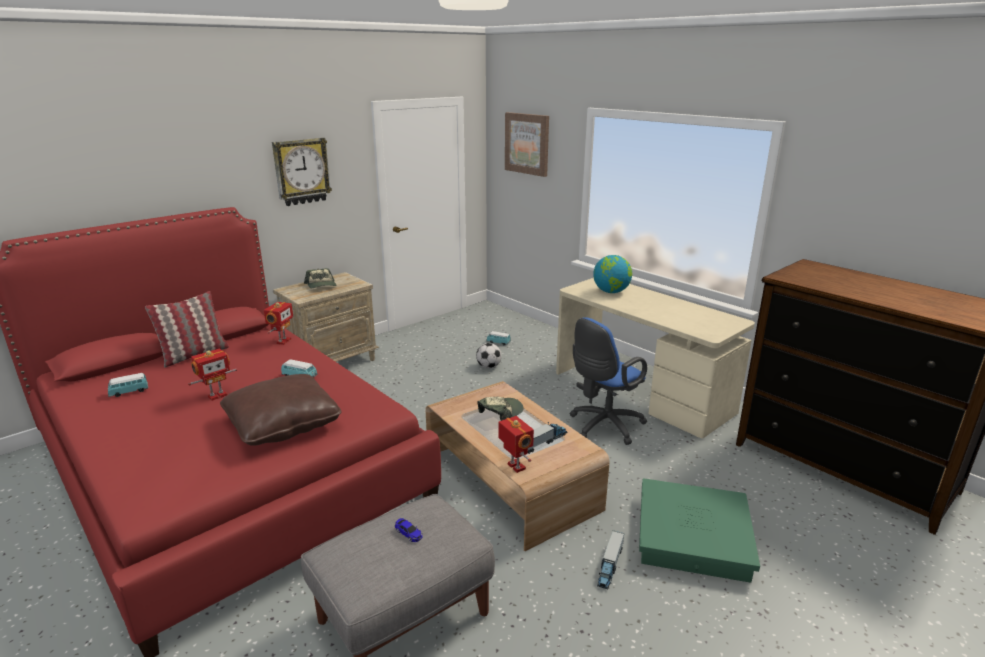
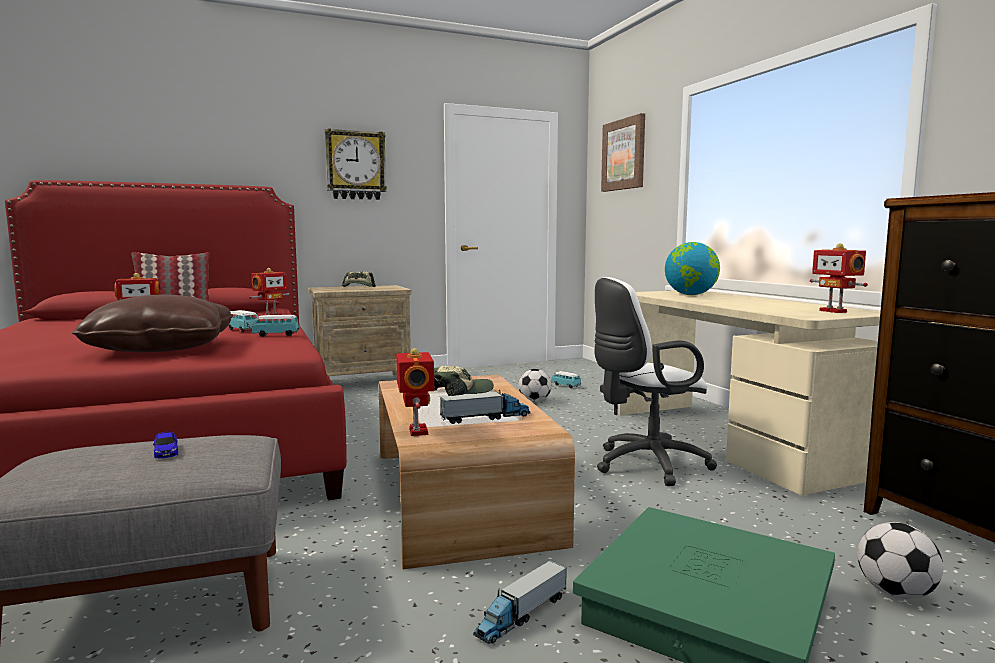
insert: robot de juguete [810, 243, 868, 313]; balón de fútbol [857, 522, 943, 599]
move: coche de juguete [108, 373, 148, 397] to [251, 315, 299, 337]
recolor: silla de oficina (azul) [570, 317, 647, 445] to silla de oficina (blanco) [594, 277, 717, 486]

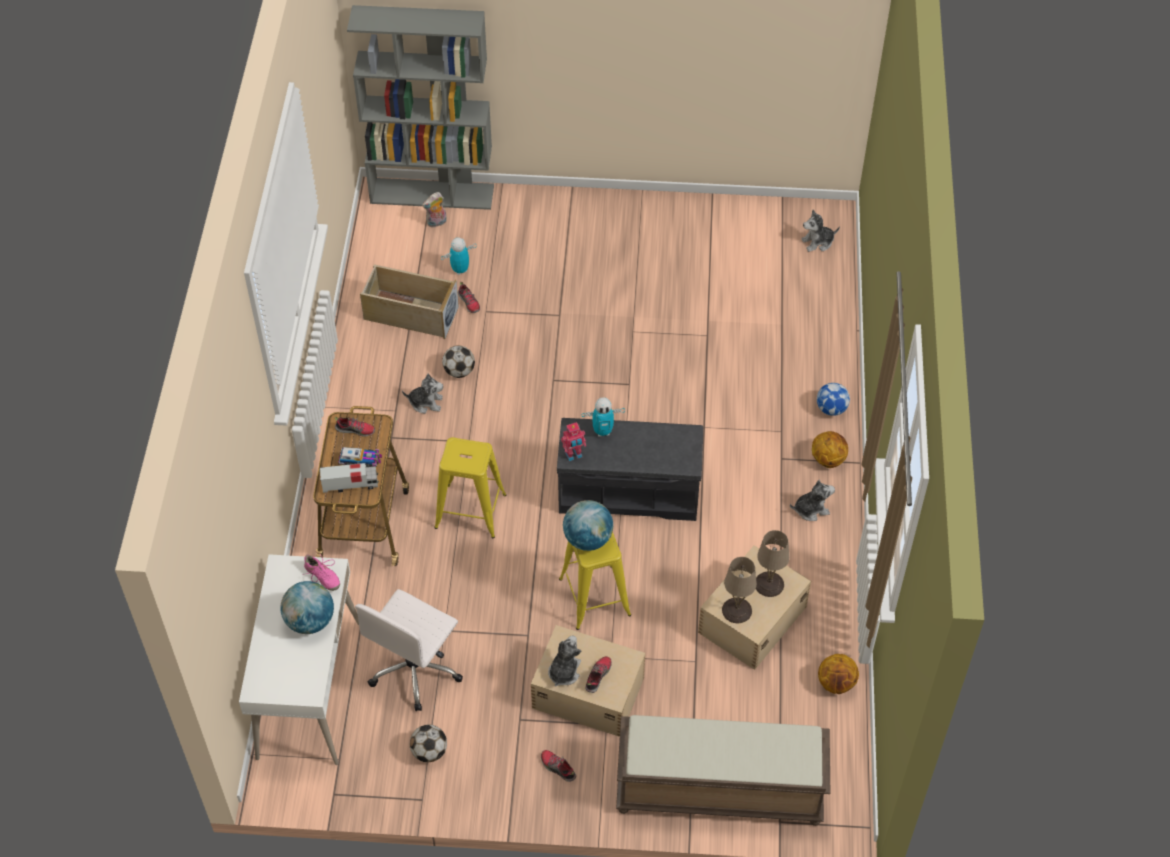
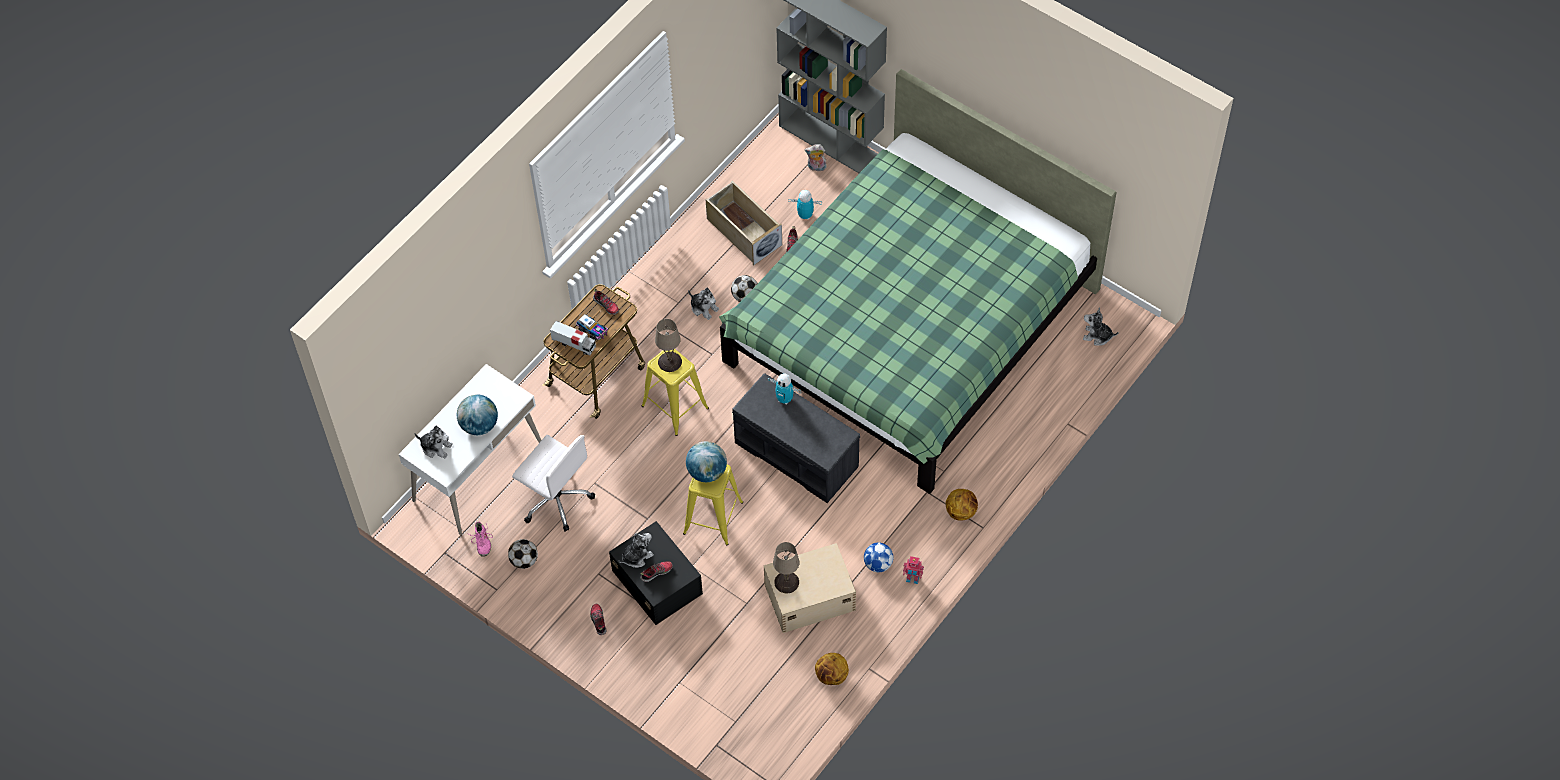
delete: banco (marrón) [616, 715, 831, 826]
insert: cama (verde) [719, 69, 1117, 494]
move: zapato (rosa) [303, 551, 340, 591] to [471, 521, 493, 557]; robot de juguete [561, 422, 586, 461] to [903, 556, 924, 584]; lámpara de mesa (beis) [756, 530, 789, 597] to [655, 319, 682, 372]; peluche [790, 480, 835, 521] to [415, 426, 453, 458]; balón de fútbol [817, 383, 850, 416] to [864, 543, 893, 572]
recolor: caja de almacenaje (beis) [531, 625, 645, 737] to caja de almacenaje (negro) [609, 521, 703, 625]
rotate: silla de oficina (blanco) [355, 589, 463, 711] = [512, 435, 595, 531] 120 degrees counterclockwise

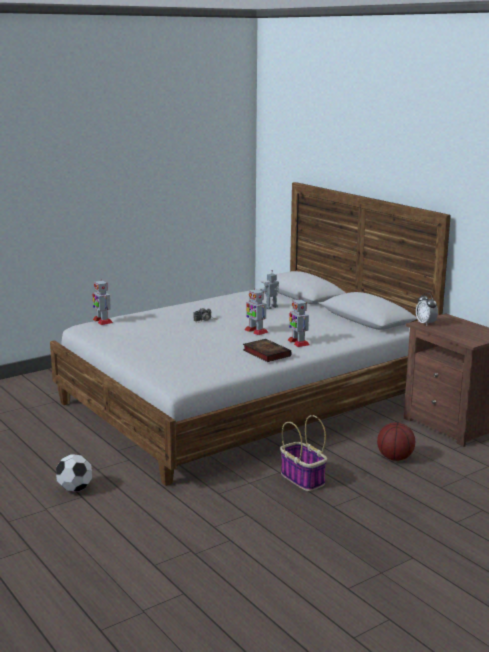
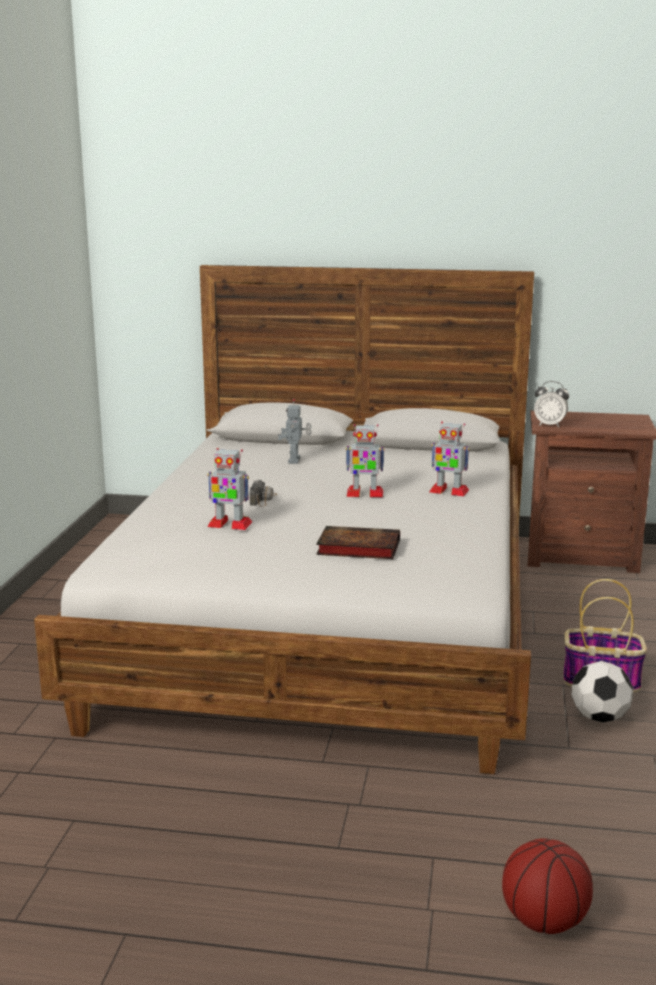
move: balón de fútbol [56, 455, 92, 492] to [571, 661, 633, 723]; robot de juguete [92, 279, 113, 325] to [207, 448, 252, 530]; libro [243, 339, 292, 362] to [316, 526, 400, 559]; balón de baloncesto [377, 422, 415, 461] to [502, 838, 593, 934]

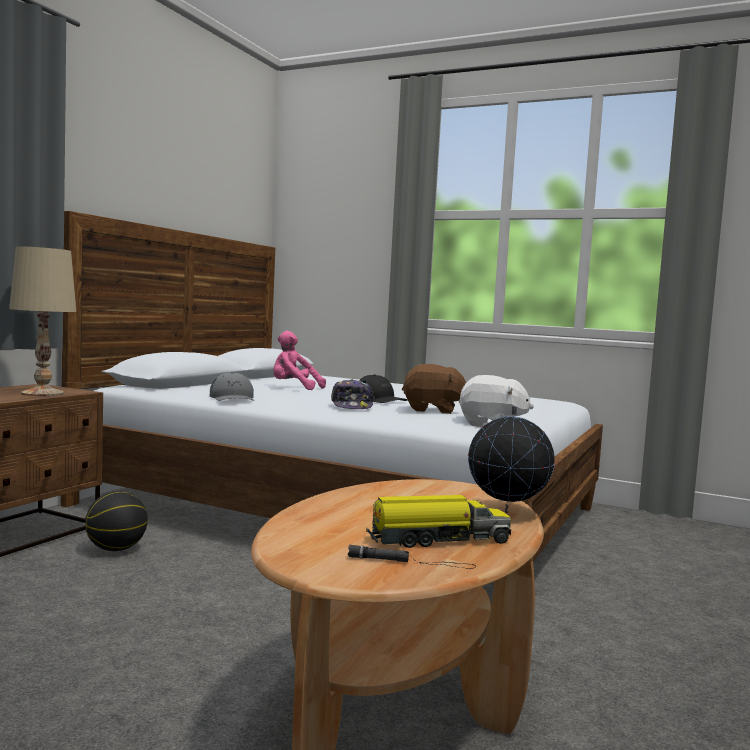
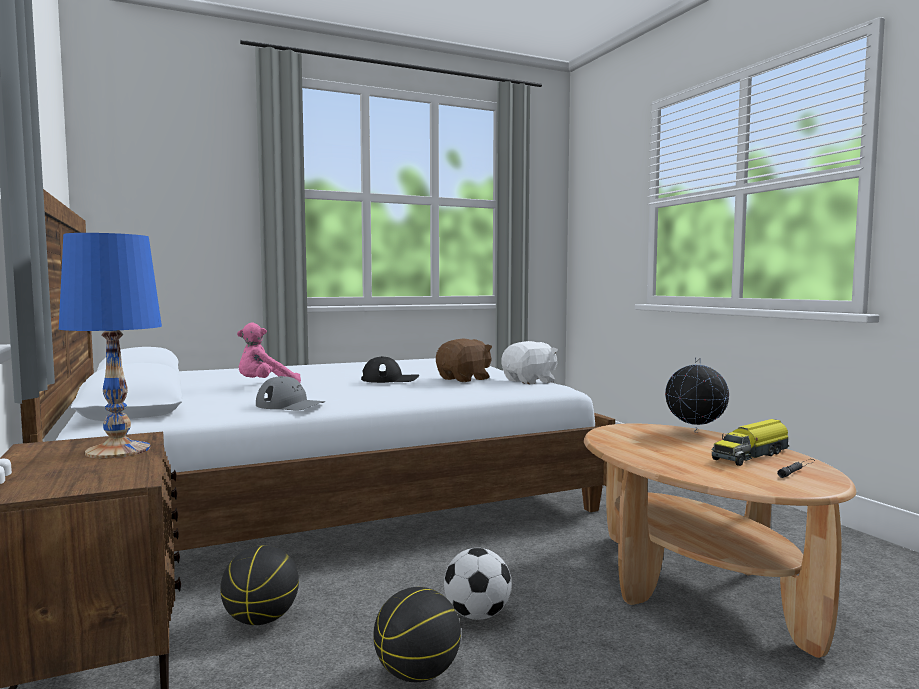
delete: gorra [331, 379, 375, 409]
insert: balón de baloncesto [373, 587, 461, 682]; balón de fútbol [444, 548, 512, 620]
recolor: lámpara de mesa (beis) [9, 246, 76, 396] to lámpara de mesa (azul) [59, 233, 162, 458]
rotate: camión de juguete [366, 495, 511, 548] = [712, 419, 789, 466] 150 degrees counterclockwise

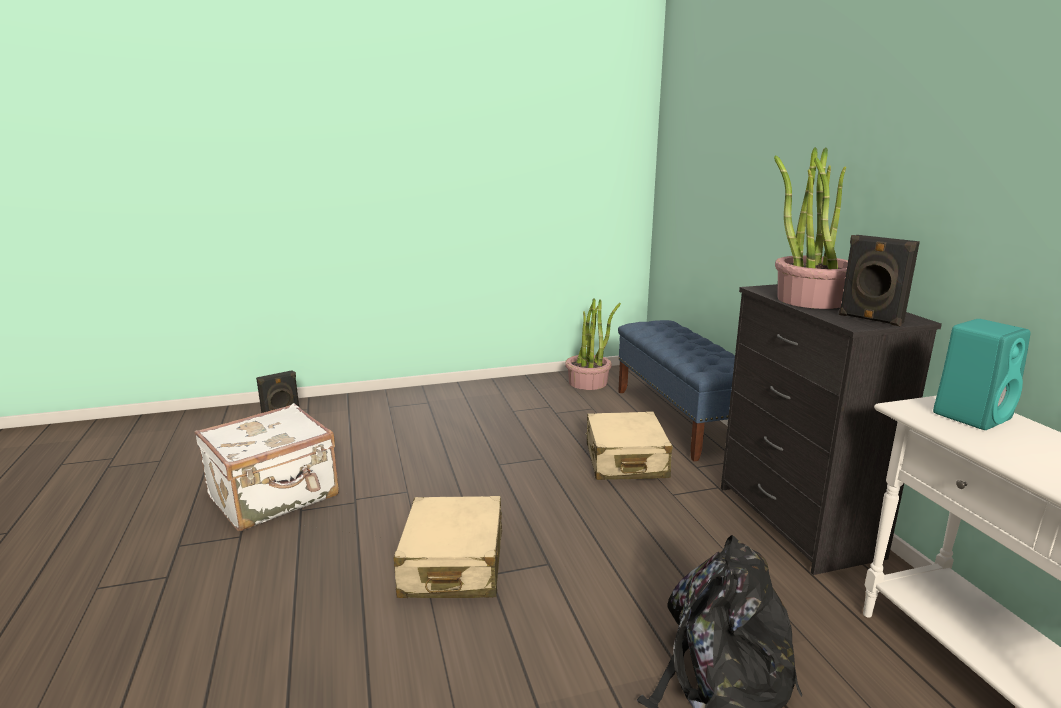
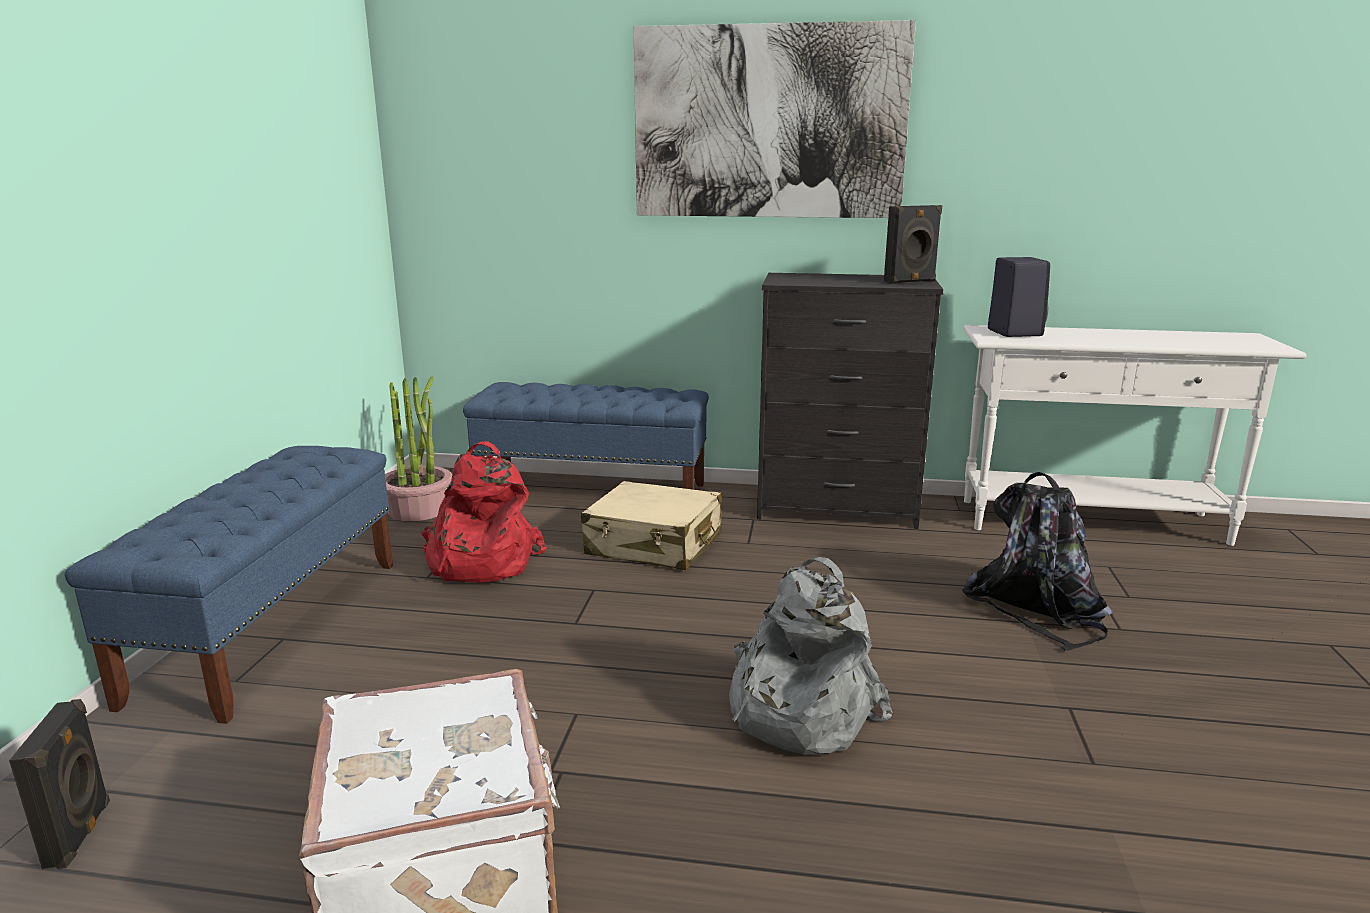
delete: planta en maceta [774, 147, 848, 309]
insert: banco (azul) [65, 446, 393, 724]; mochila (rojo) [420, 441, 547, 582]; cuadro [633, 20, 916, 218]
replace: maleta (beis) [393, 496, 502, 598] to mochila (gris) [729, 557, 892, 754]
recolor: altavoz (turquesa) [933, 319, 1030, 430] to altavoz (negro) [988, 257, 1050, 337]

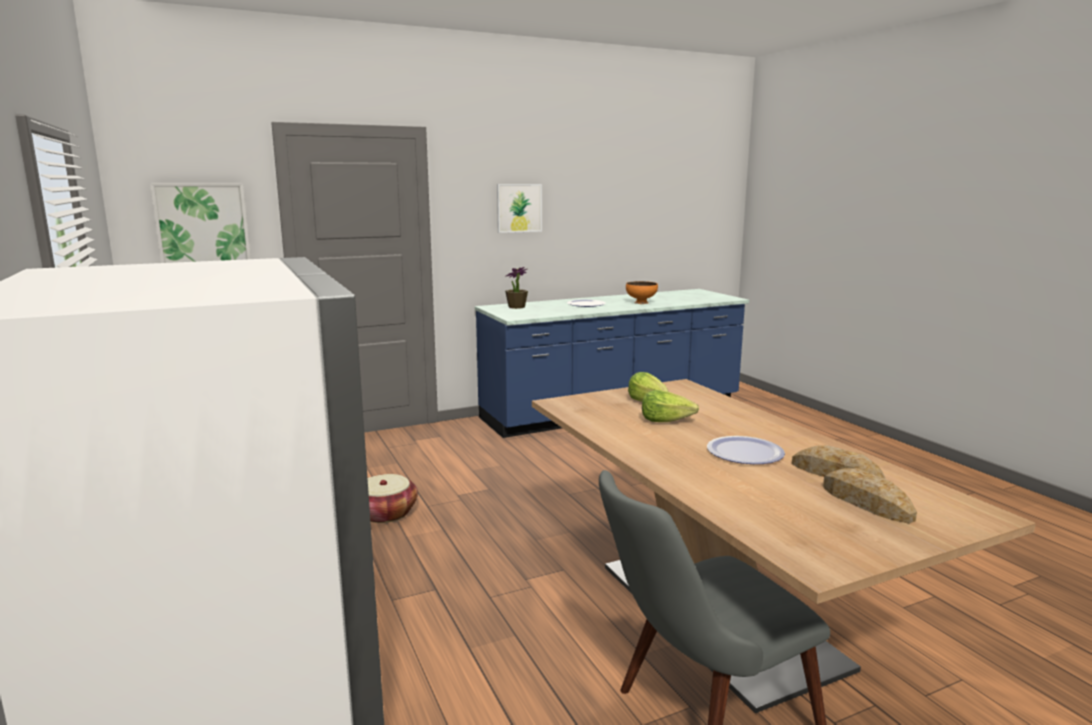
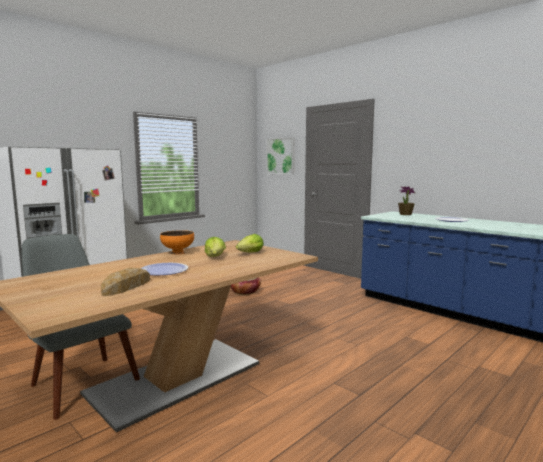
delete: cuadro [497, 184, 542, 233]; pan [823, 468, 917, 524]
move: cuenco (naranja) [626, 281, 658, 304] to [160, 230, 194, 255]

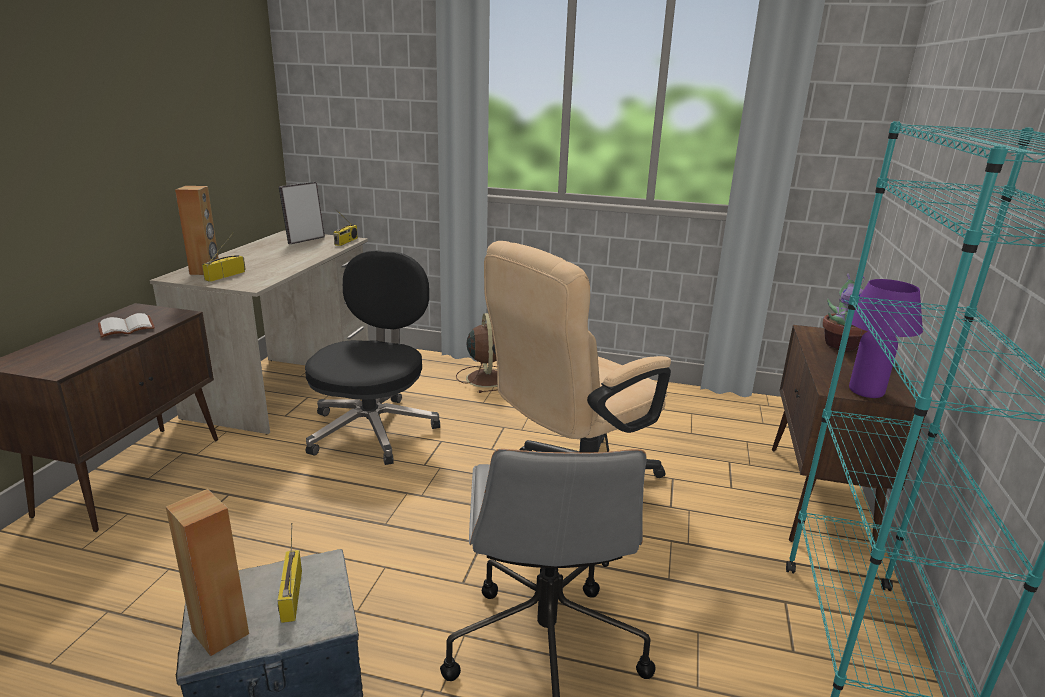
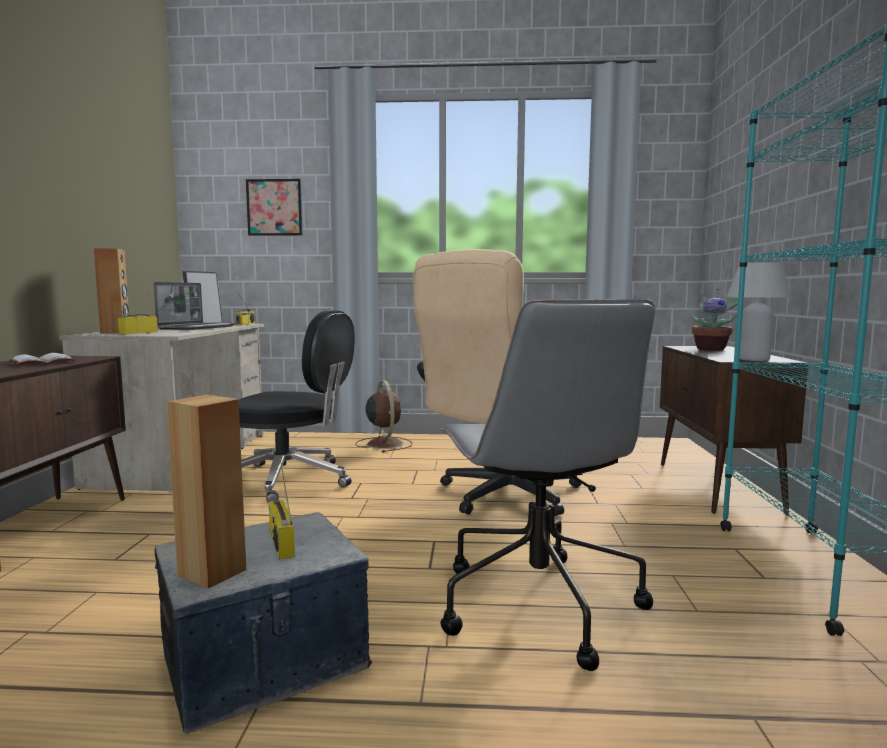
insert: portátil [153, 282, 236, 330]; cuadro [246, 179, 302, 236]
recolor: lámpara de mesa (morado) [849, 279, 923, 398] to lámpara de mesa (blanco) [727, 262, 792, 361]
rotate: silla de oficina (negro) [305, 250, 440, 465] = [239, 310, 355, 503] 105 degrees clockwise

